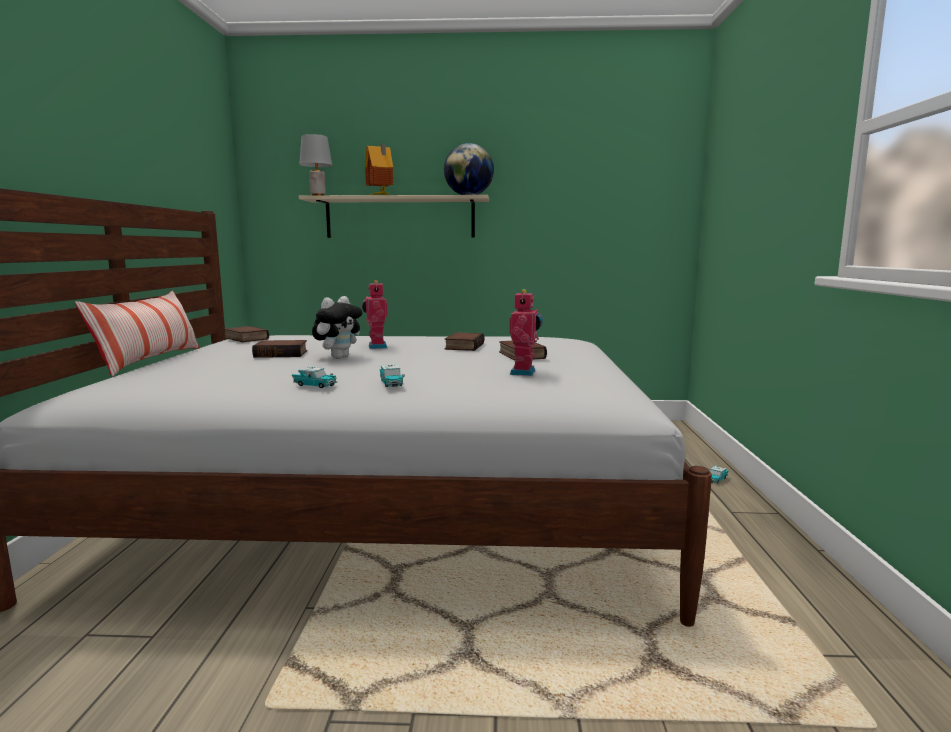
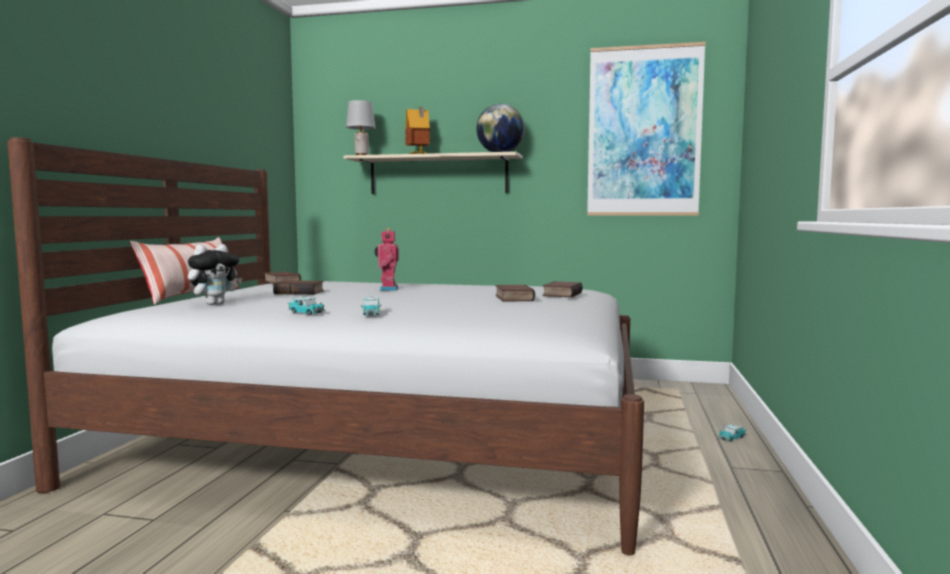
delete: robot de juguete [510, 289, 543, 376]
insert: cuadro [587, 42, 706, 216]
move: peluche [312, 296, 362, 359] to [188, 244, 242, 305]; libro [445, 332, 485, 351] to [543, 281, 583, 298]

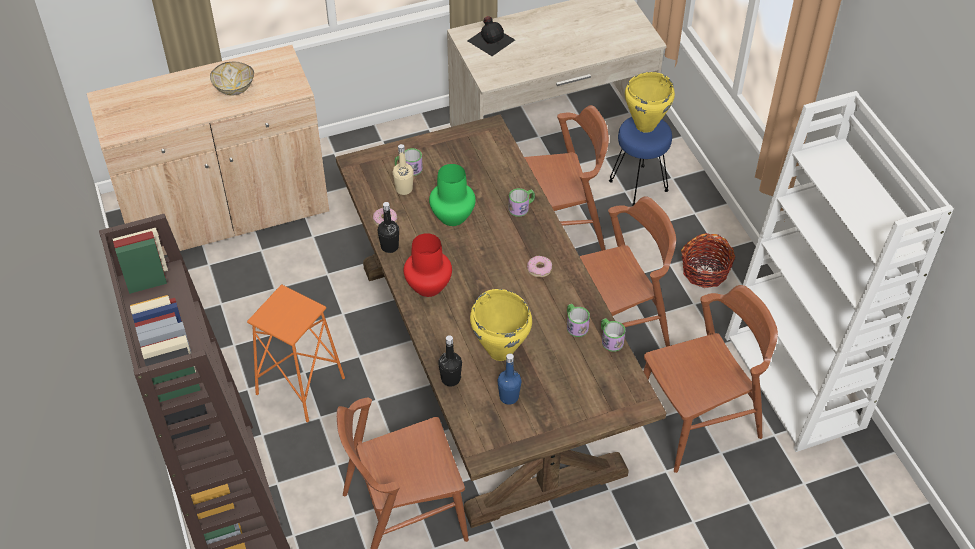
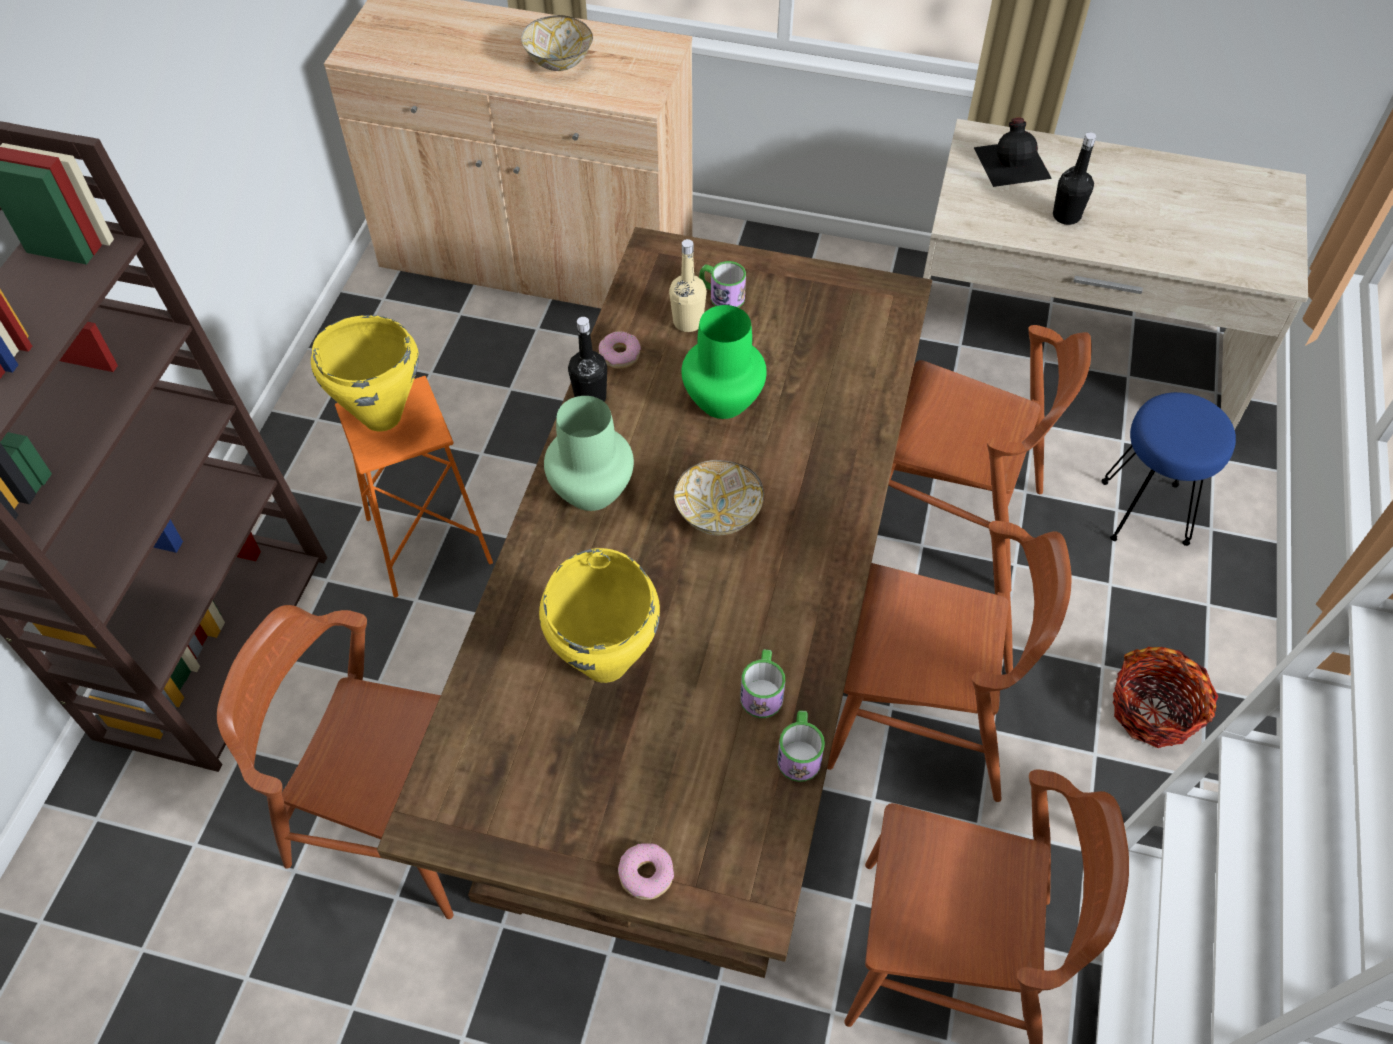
delete: botella (azul) [497, 353, 521, 405]; taza grande [509, 188, 535, 217]
insert: cuenco [674, 460, 764, 535]
move: botella (negro) [438, 335, 462, 386] to [1053, 132, 1096, 225]; rosquilla [527, 256, 552, 278] to [618, 843, 674, 900]; olla (amarillo) [625, 72, 675, 133] to [311, 315, 419, 431]
recolor: florero (rojo) [404, 233, 452, 297] to florero (verde) [544, 396, 634, 511]

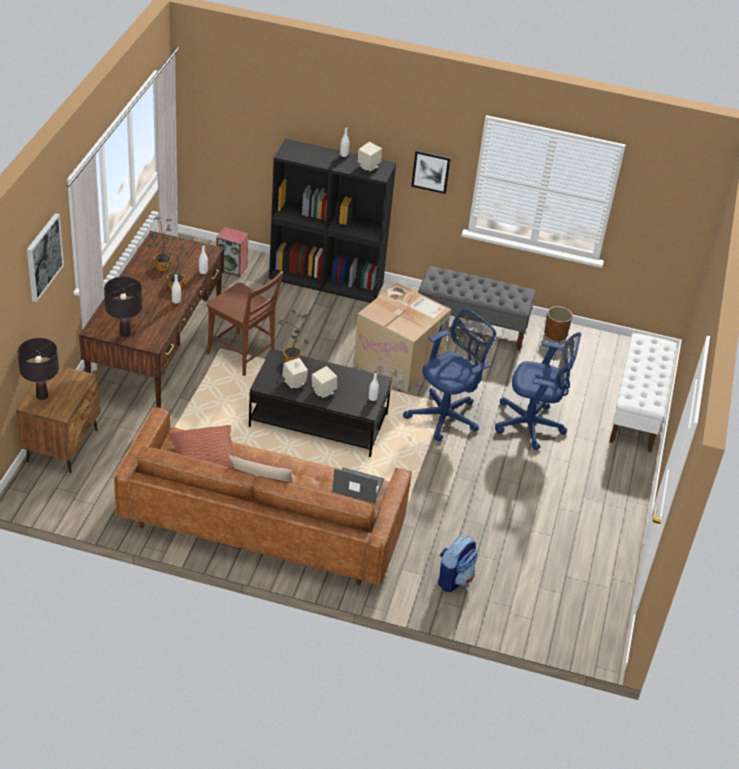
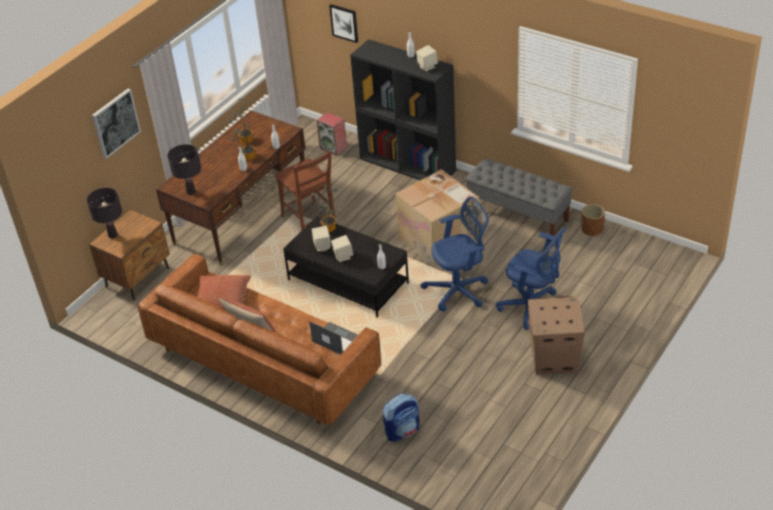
delete: banco (blanco) [609, 333, 677, 452]
insert: caja de cartón [528, 296, 585, 375]
move: cuadro [411, 150, 451, 194] to [329, 4, 358, 43]

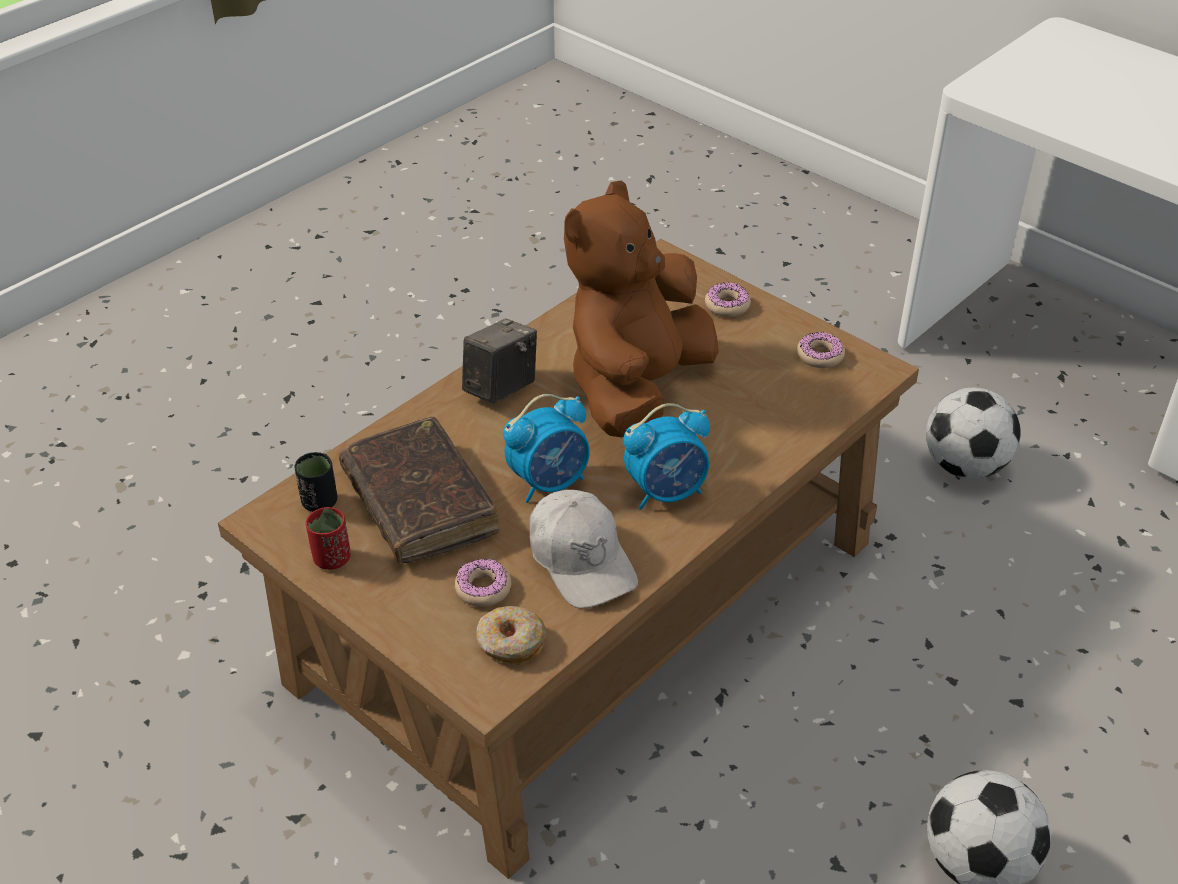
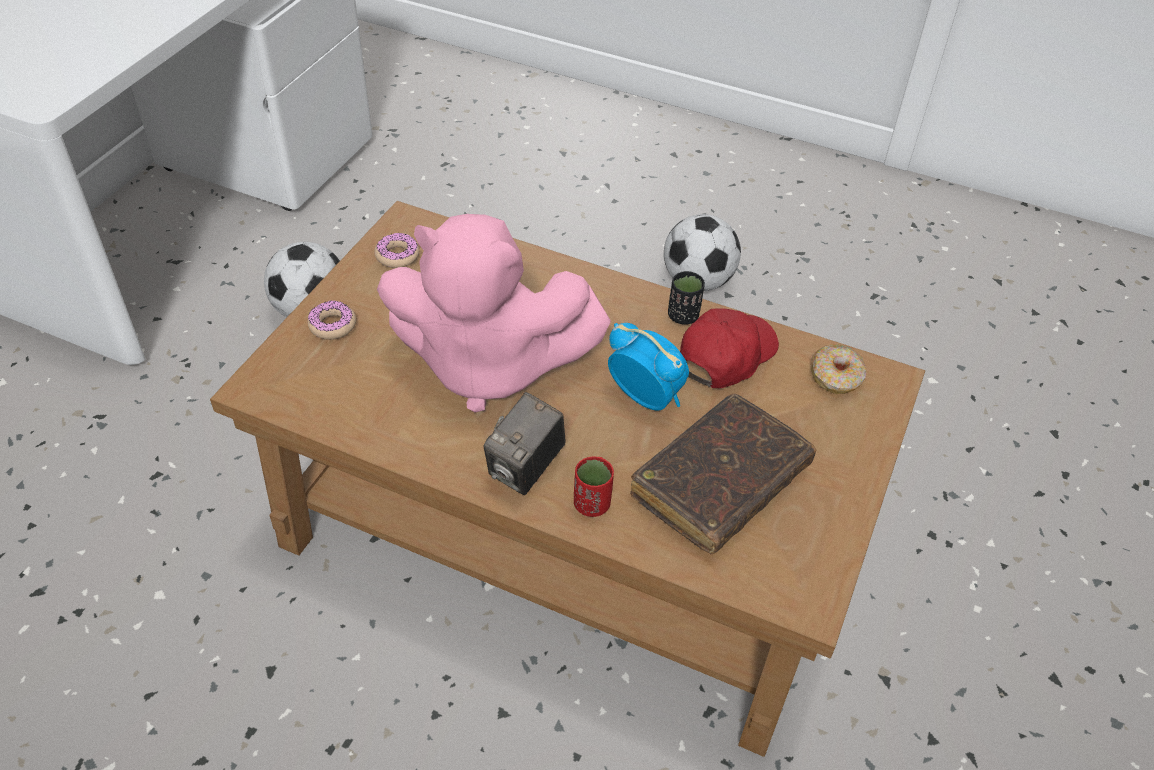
delete: rosquilla [455, 559, 511, 607]; despertador [623, 403, 710, 510]
move: taza (negro) [295, 452, 337, 512] to [668, 271, 705, 325]; taza (rojo) [306, 507, 351, 570] to [574, 456, 614, 517]
recolor: gorra (blanco) [529, 490, 638, 609] to gorra (rojo) [680, 308, 779, 388]; peluche (marrón) [564, 180, 719, 438] to peluche (rosa) [377, 214, 611, 412]
rotate: cámara [462, 319, 537, 404] = [484, 392, 566, 495] 75 degrees counterclockwise

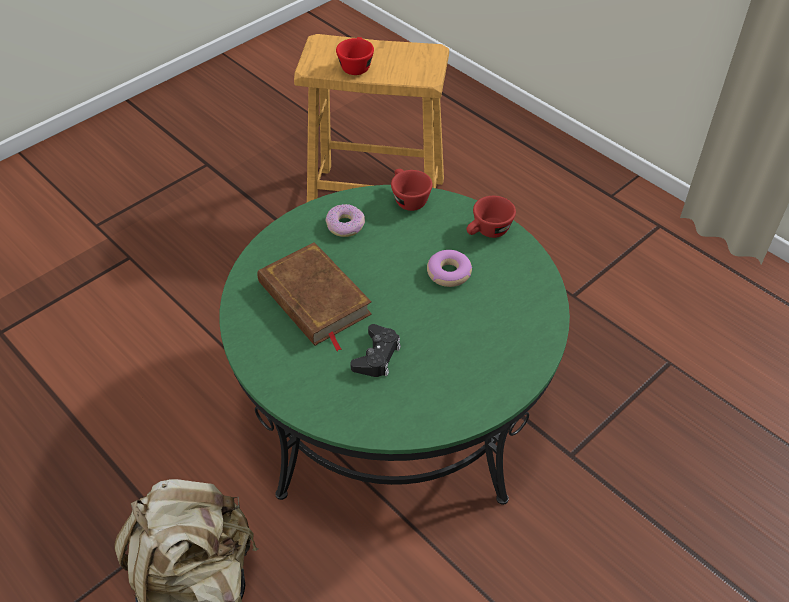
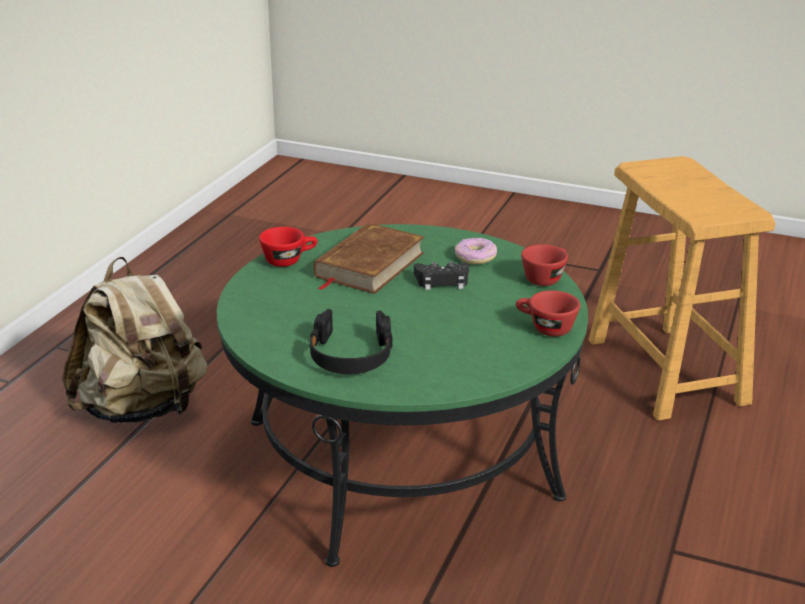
delete: rosquilla [427, 250, 472, 287]
insert: auriculares (negro) [309, 309, 392, 375]
move: taza (rojo) [336, 37, 374, 75] to [259, 227, 318, 267]; mando de consola (negro) [350, 324, 401, 377] to [414, 262, 469, 290]

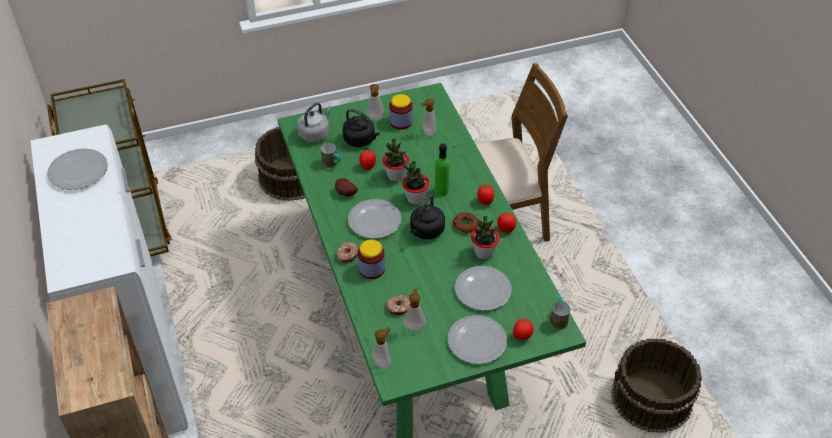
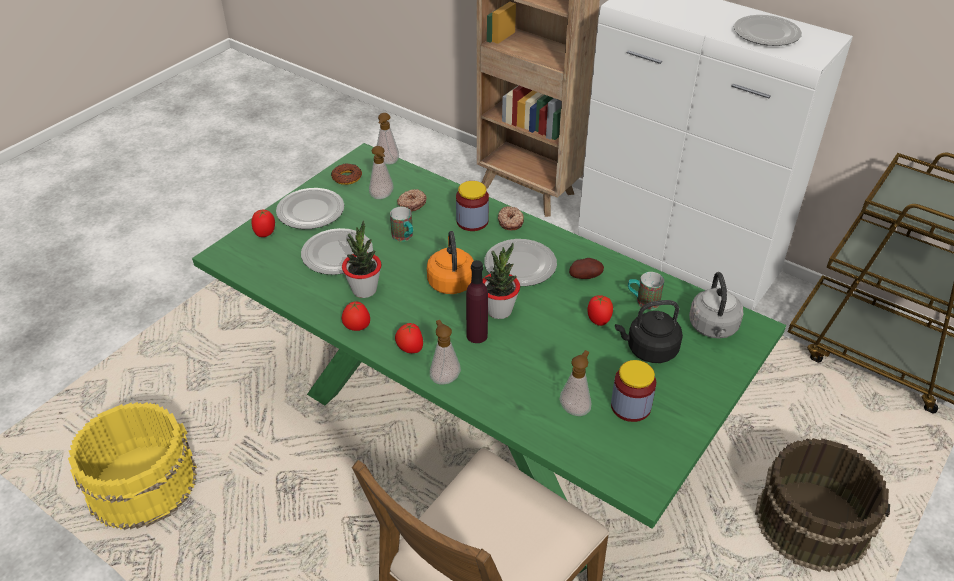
delete: planta en maceta [382, 139, 409, 181]
move: dispensador de jabón [366, 84, 385, 120] to [430, 320, 461, 385]; rosquilla [453, 212, 478, 233] to [331, 163, 362, 185]; taza grande [550, 296, 570, 330] to [390, 207, 413, 242]
recolor: hervidor (negro) [410, 195, 445, 239] to hervidor (naranja) [427, 231, 474, 294]; botella (verde) [435, 143, 449, 196] to botella (morado) [466, 260, 488, 343]; cubo (marrón) [611, 339, 702, 433] to cubo (amarillo) [68, 402, 197, 530]

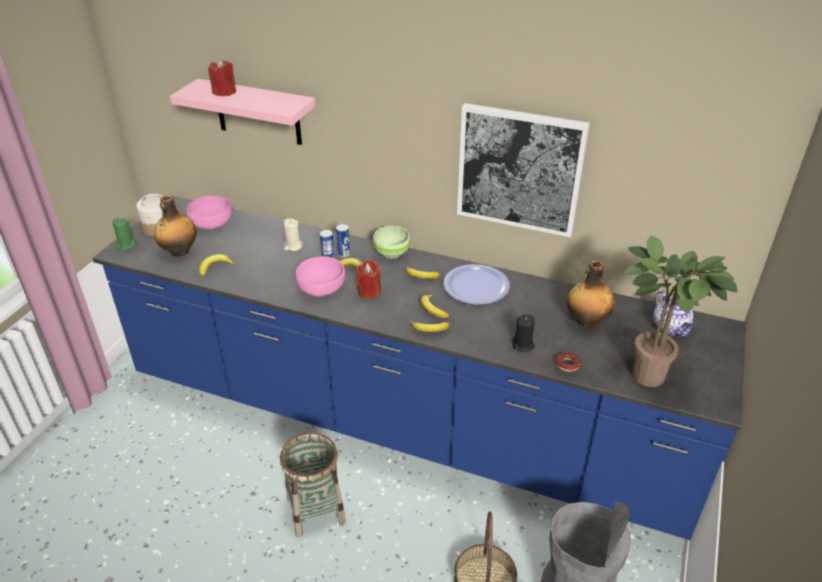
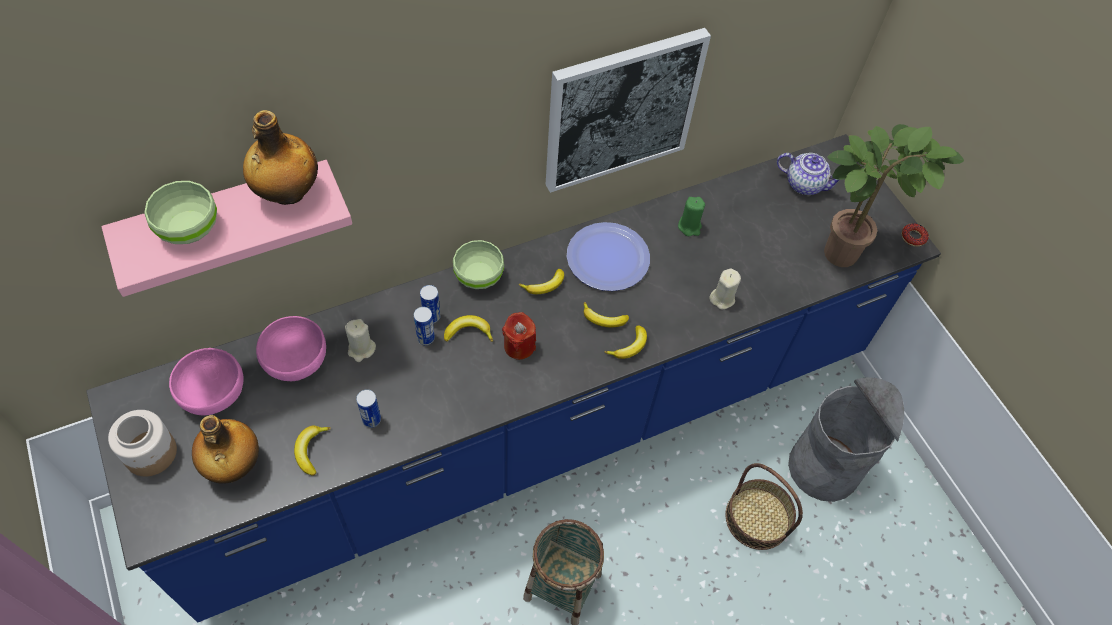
insert: lata [356, 389, 381, 428]
move: vela (verde) [112, 218, 137, 251] to [678, 197, 705, 236]; cuenco (rosa) [295, 256, 345, 297] to [256, 316, 326, 381]; rosquilla [556, 352, 581, 372] to [902, 223, 929, 247]; botella [567, 260, 615, 328] to [243, 110, 318, 205]
replace: vela (rojo) [208, 59, 236, 96] to cuenco (verde) [144, 181, 217, 244]
recolor: vela (negro) [512, 314, 535, 352] to vela (beis) [709, 268, 741, 310]

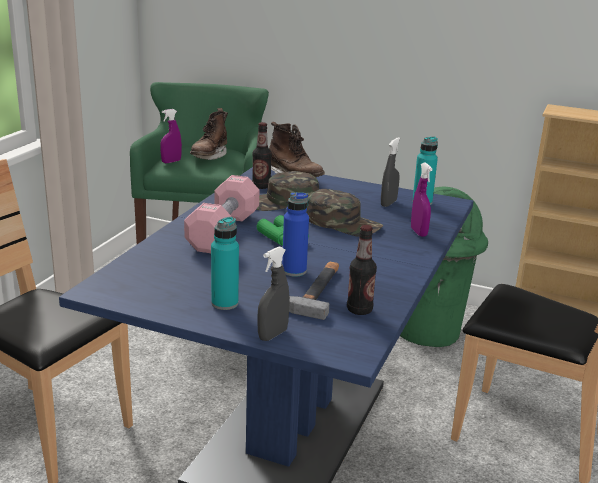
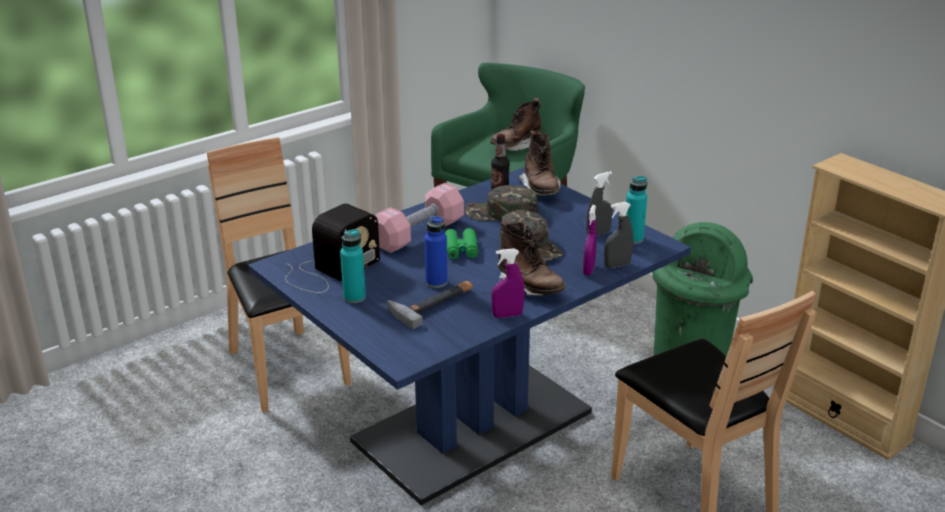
delete: botella [347, 225, 377, 315]
insert: radio [285, 203, 380, 293]; bota (marrón) [498, 221, 566, 296]
move: pulverizador (morado) [160, 109, 182, 163] to [491, 248, 525, 318]; pulverizador (gris) [257, 246, 290, 341] to [604, 202, 633, 268]

